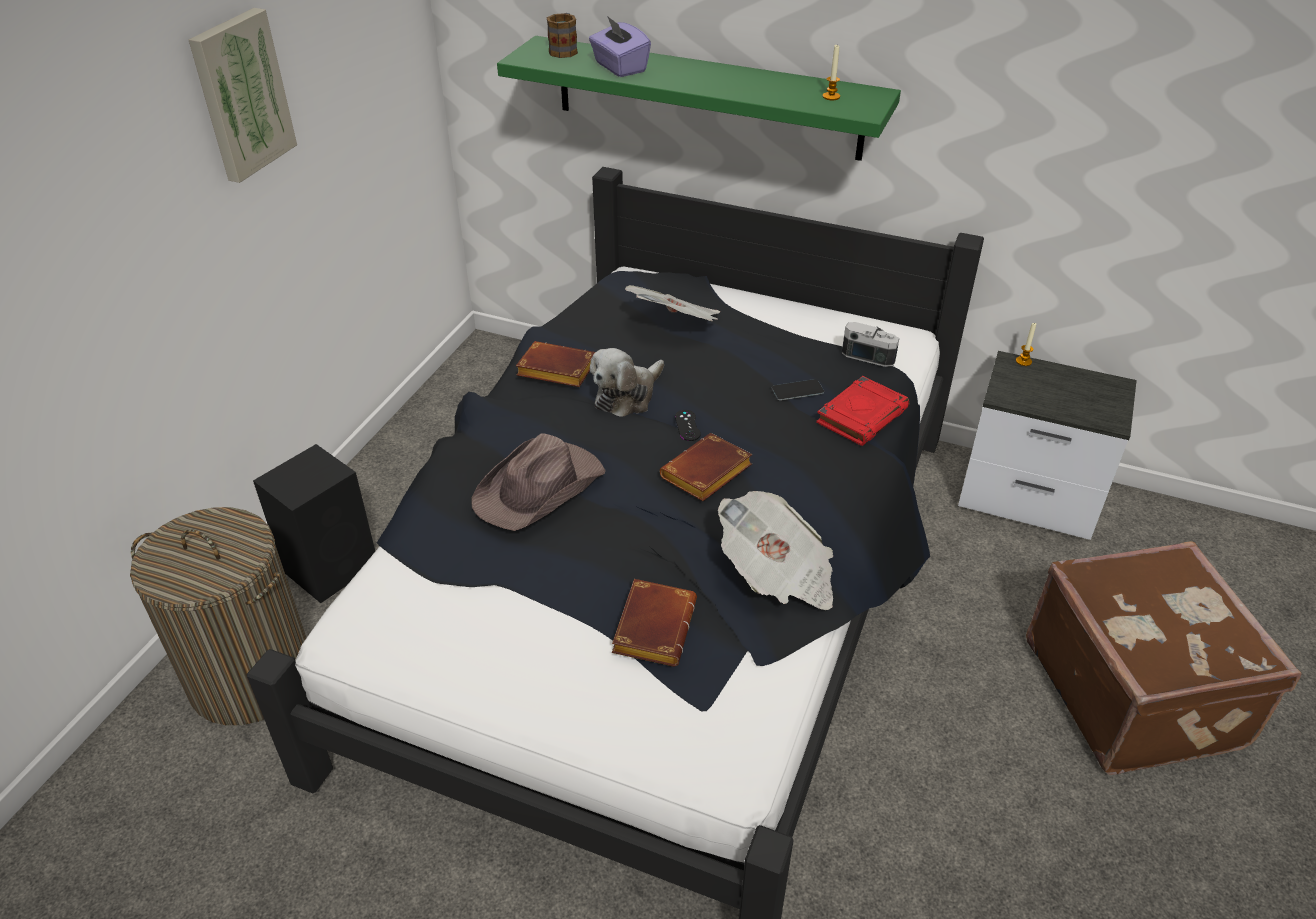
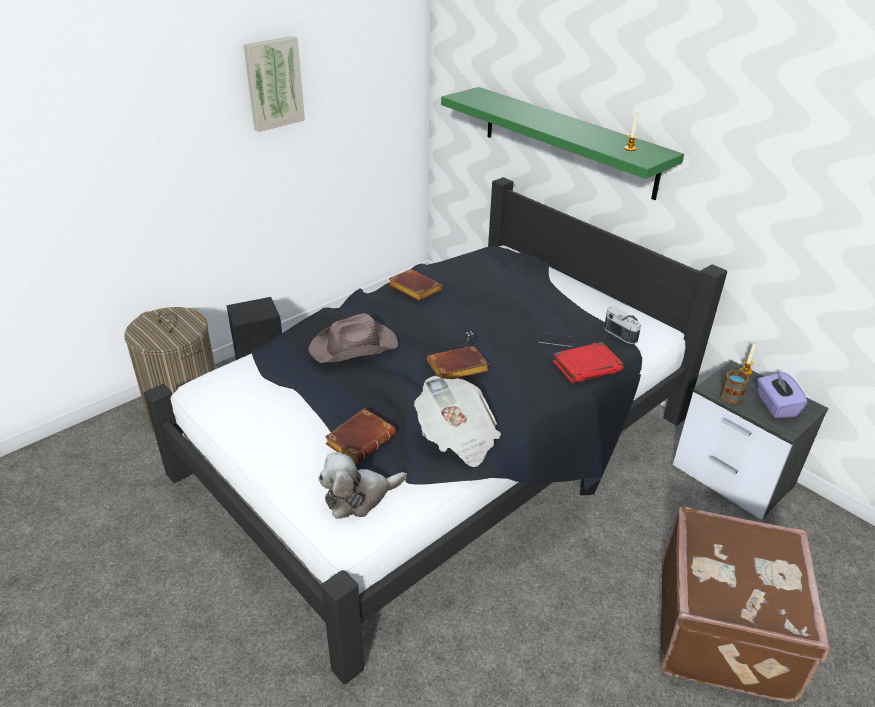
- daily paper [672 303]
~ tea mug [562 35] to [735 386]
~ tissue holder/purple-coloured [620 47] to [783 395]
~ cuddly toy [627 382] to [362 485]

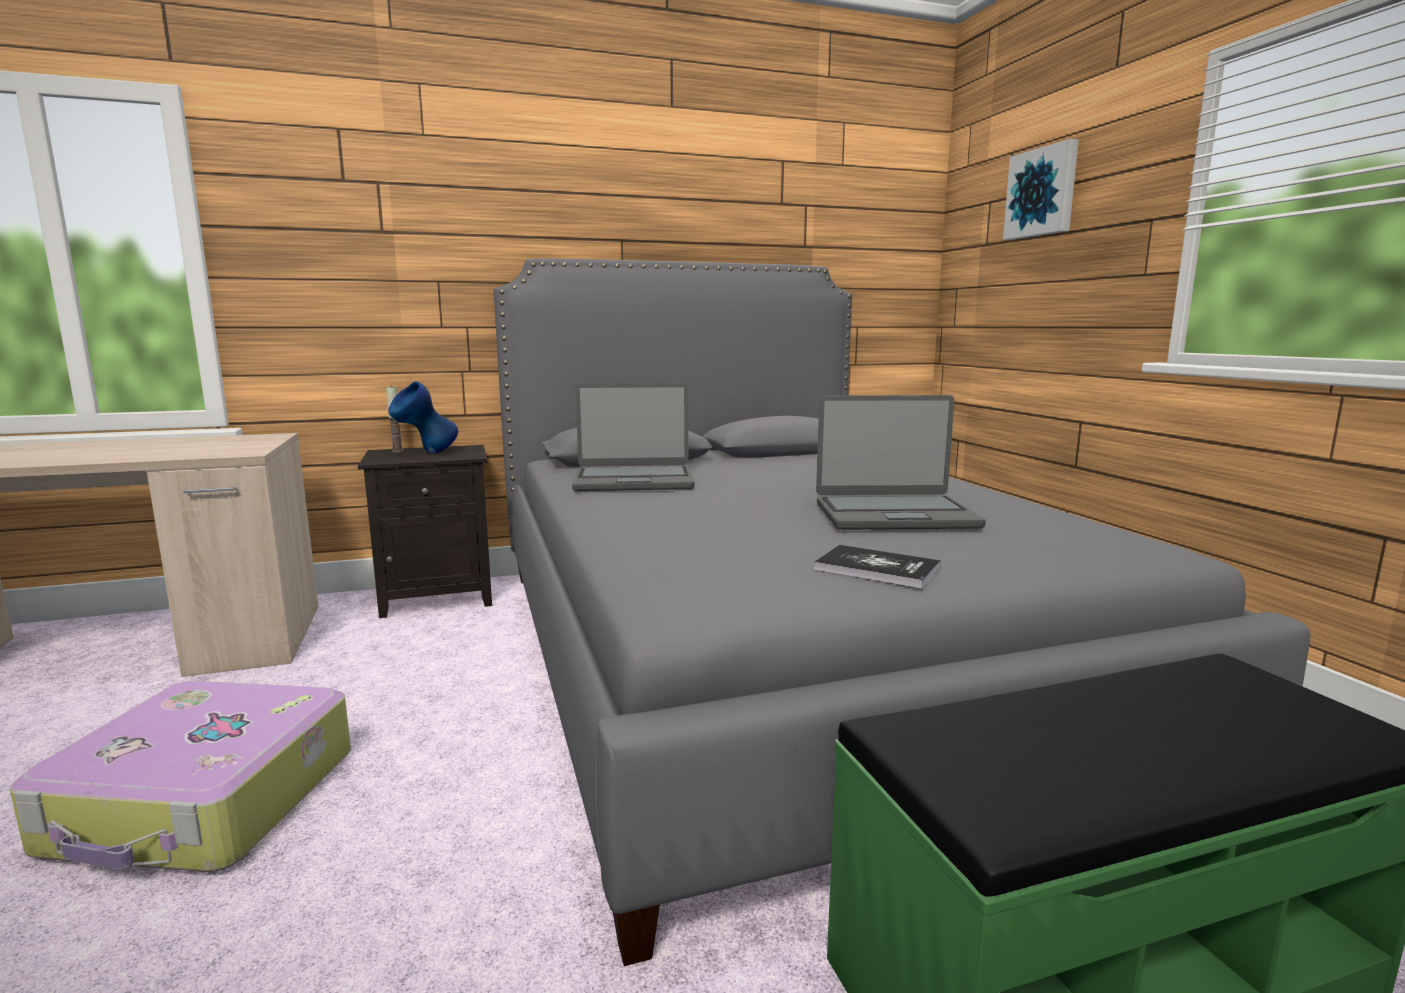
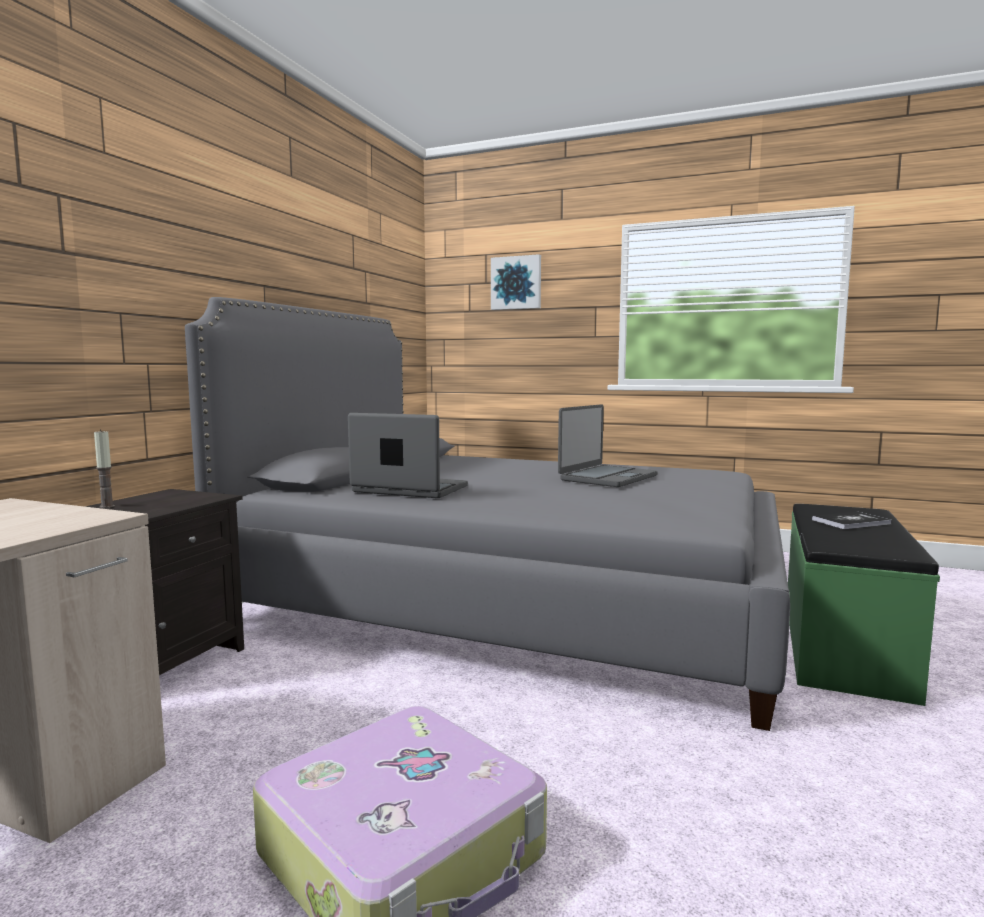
- decorative vase/blue-coloured [423 417]
~ bound book [877 567] to [852 520]
~ notebook computer [633 437] = [408 455] 105 degrees counterclockwise

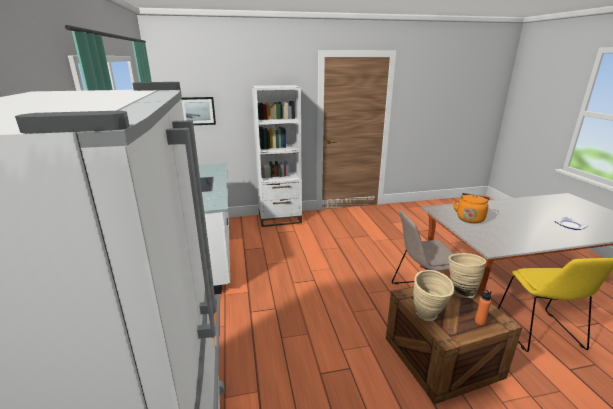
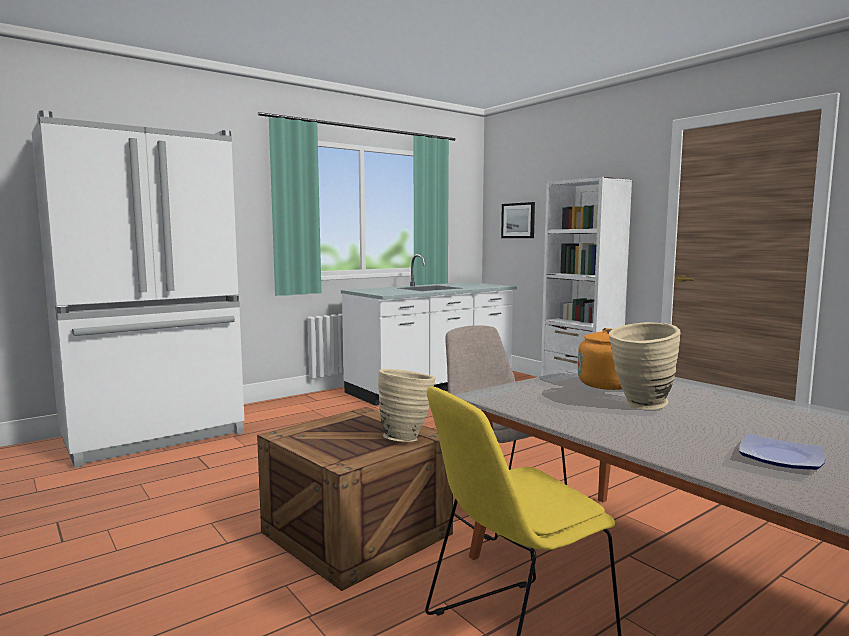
- drink bottle/orange-coloured [483 307]
~ decorative vase/beige [433 295] to [645 366]

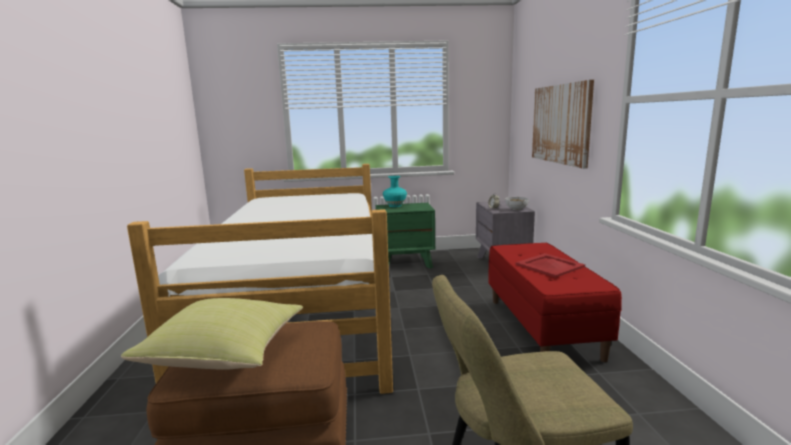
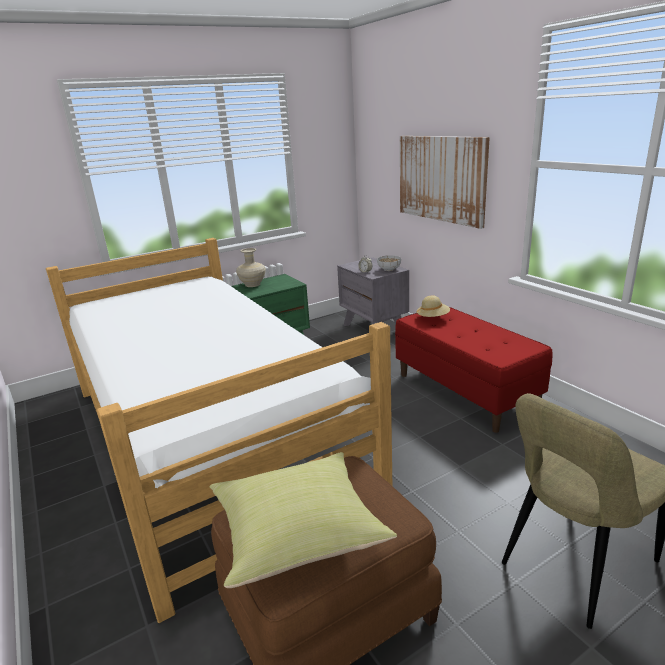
- serving tray/reddish [550 265]
+ wearable hat/beige [433 306]
~ decorative vase/blue-green [395 191] to decorative vase/beige [251 267]

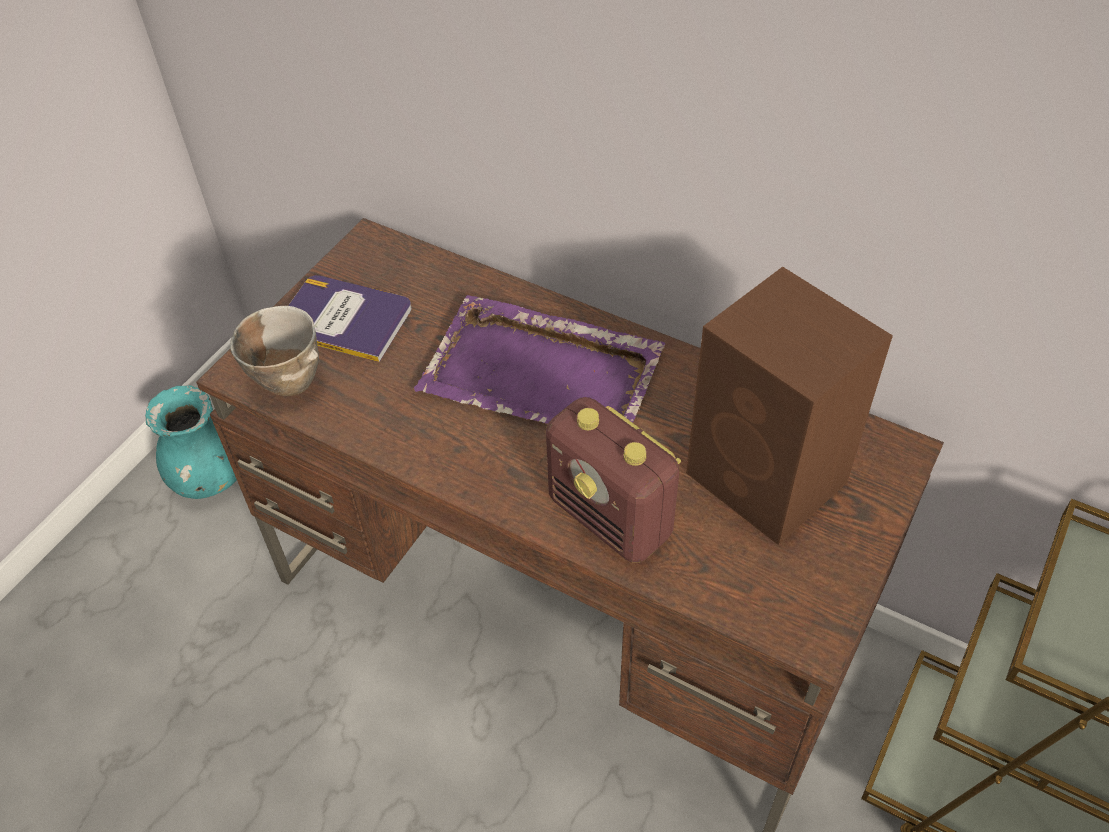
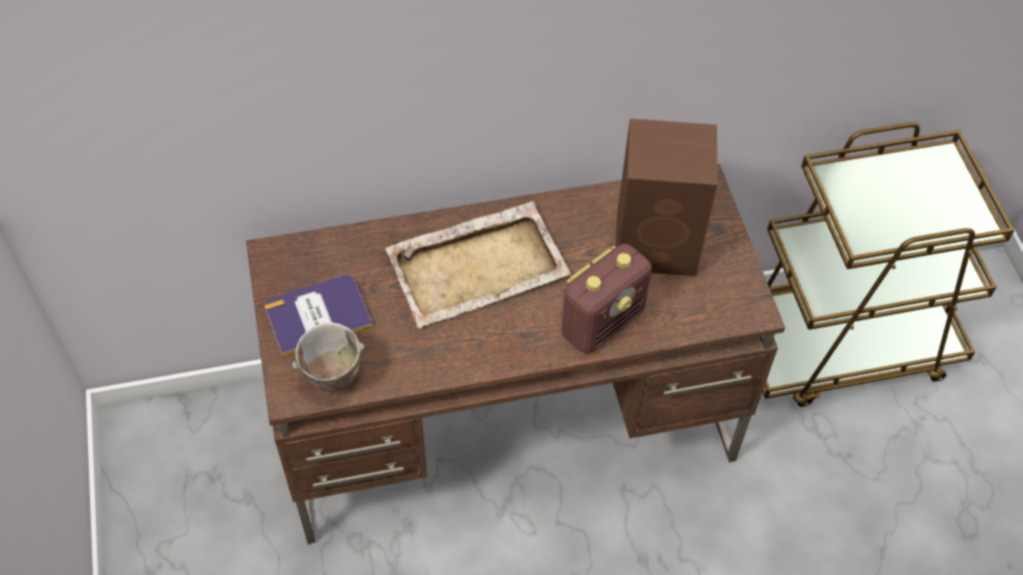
- decorative vase/blue-green [191 442]
~ serving tray/purple-coloured [539 359] to serving tray/beige [478 264]
~ radio set [613 480] = [606 299] 45 degrees counterclockwise

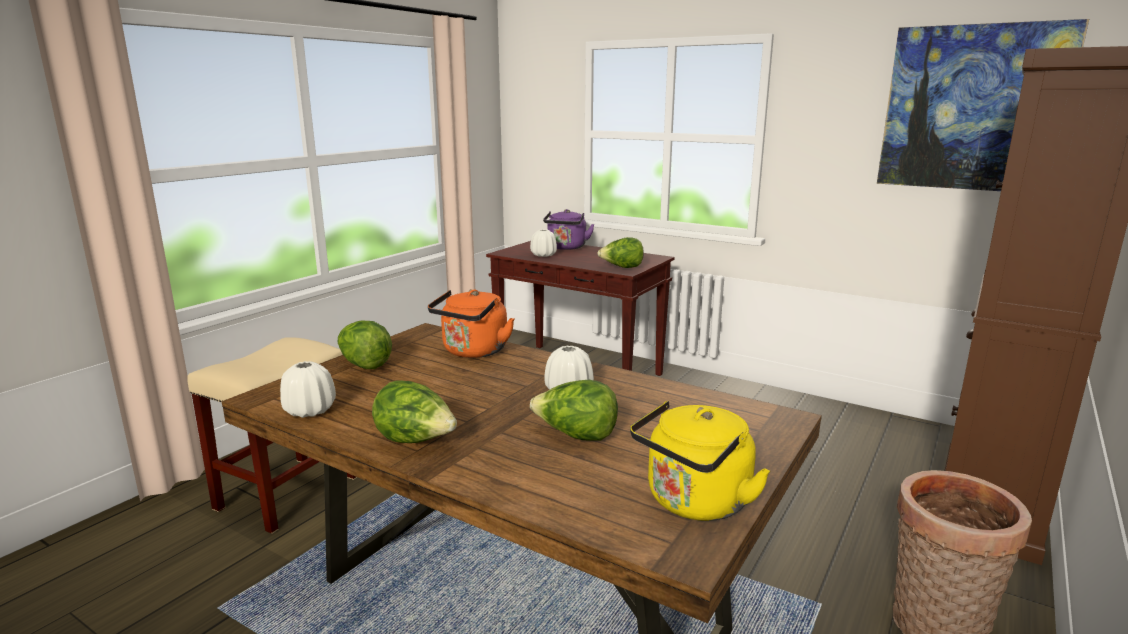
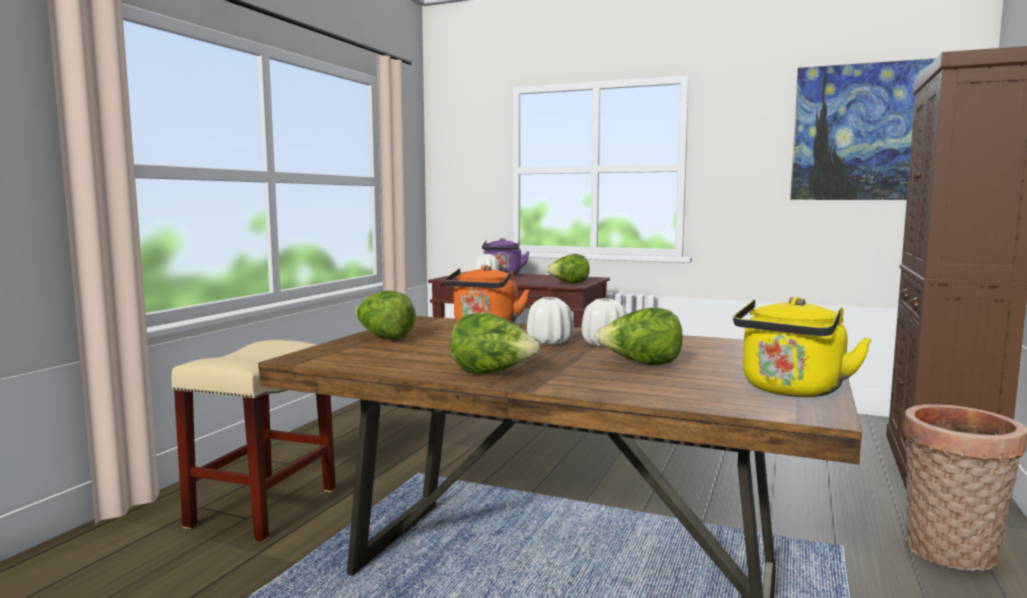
~ decorative vase/white-coloured [308 389] to [550 321]

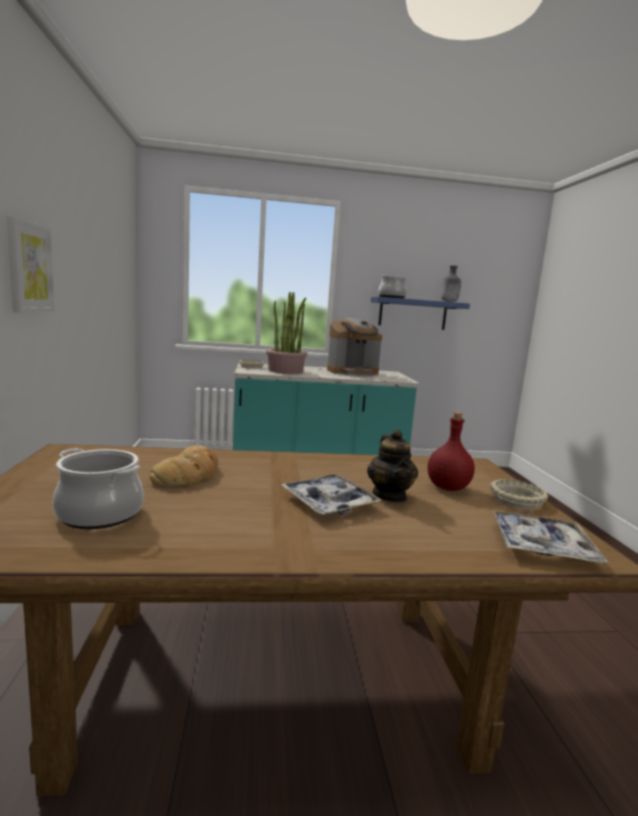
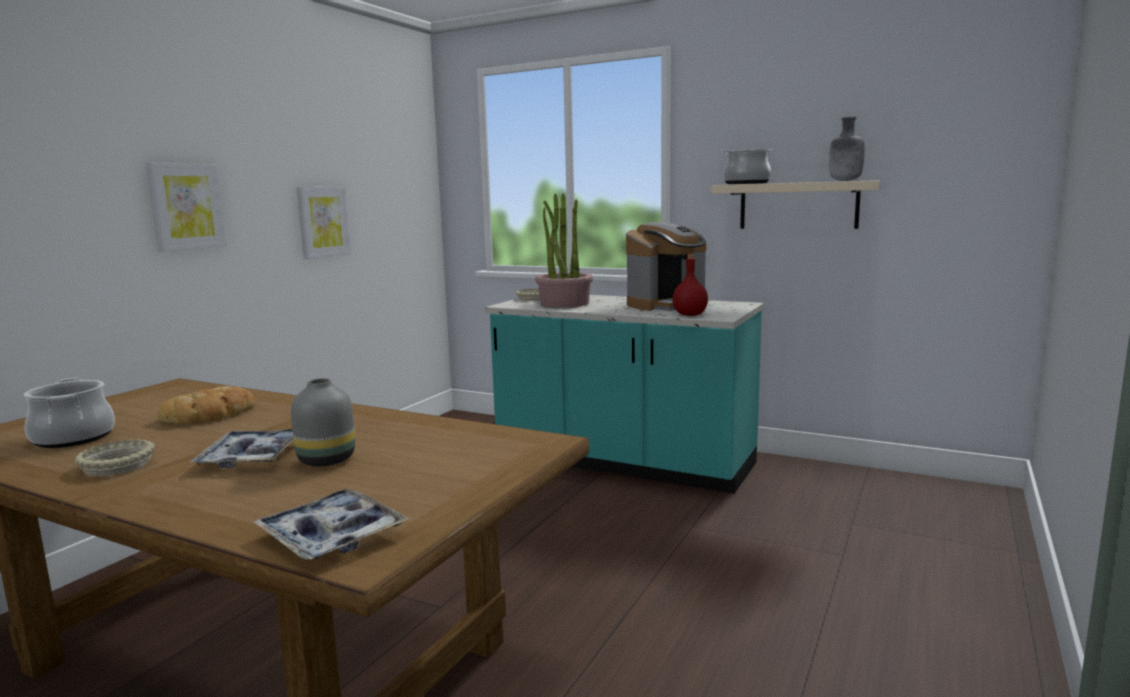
+ wall art [324 223]
~ drink bottle/reddish [451 451] to [690 285]
~ bowl/beige [519 494] to [115 457]
~ pot for tea [392 465] to decorative vase/greyish [323 422]
~ wall shelf/blue-coloured [420 313] to wall shelf/beige [795 204]
~ coffee maker [354 347] = [666 266] 45 degrees counterclockwise

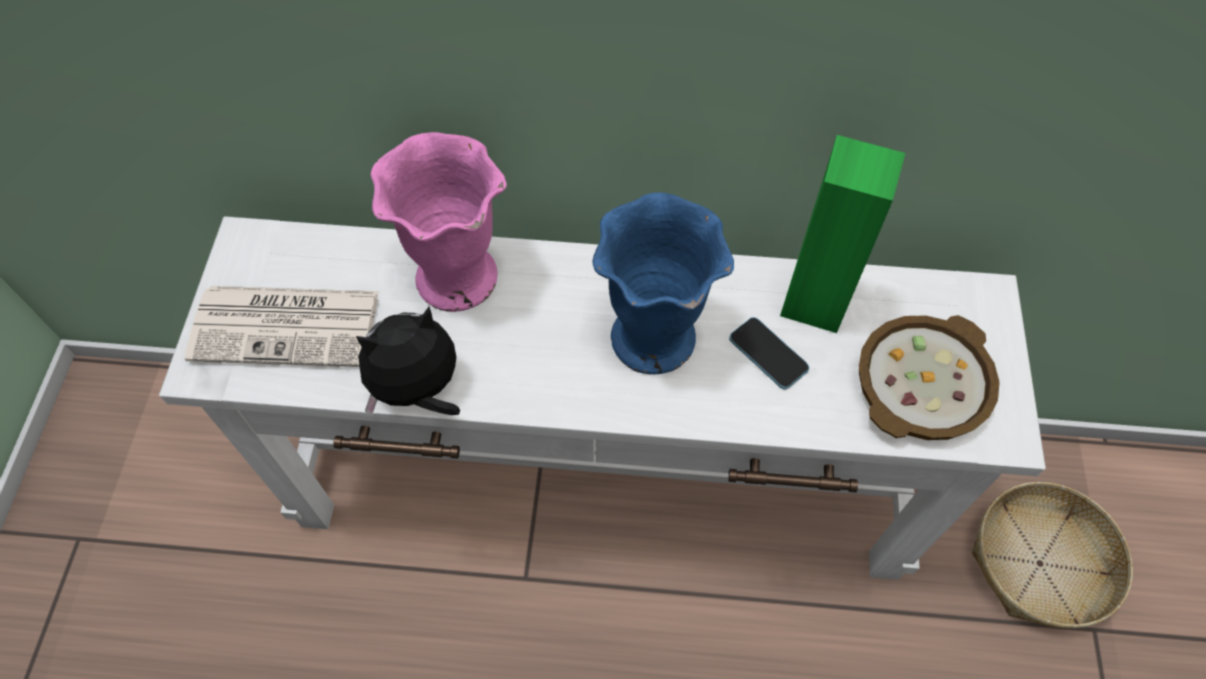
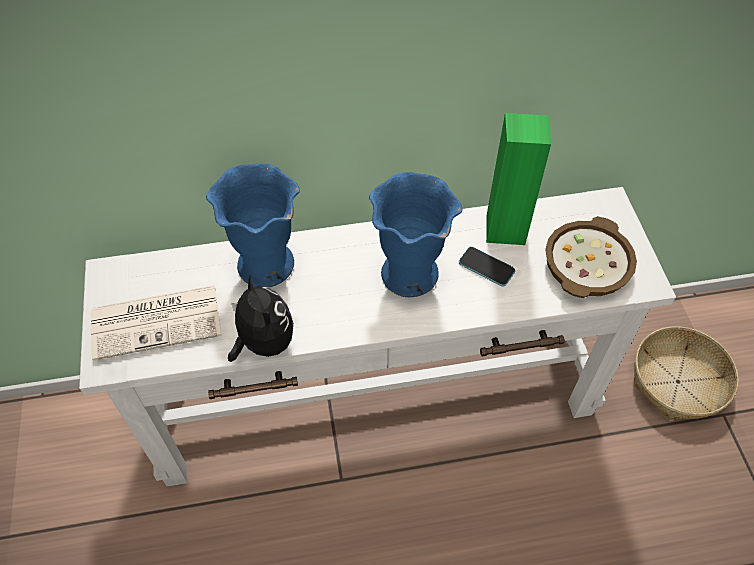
~ decorative vase/pinkish [439 222] to decorative vase/blue-coloured [253 225]
~ cuddly toy [408 362] = [261 318] 105 degrees clockwise

